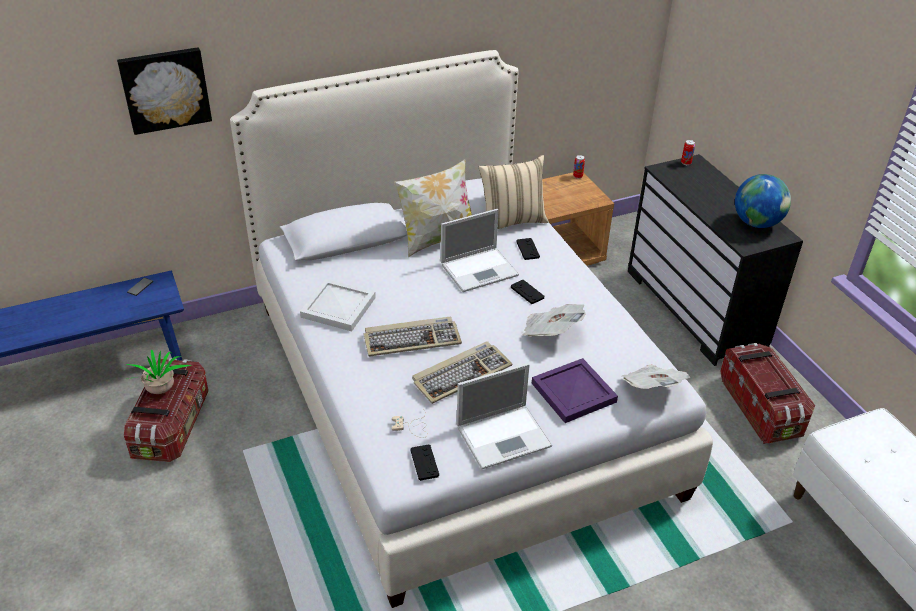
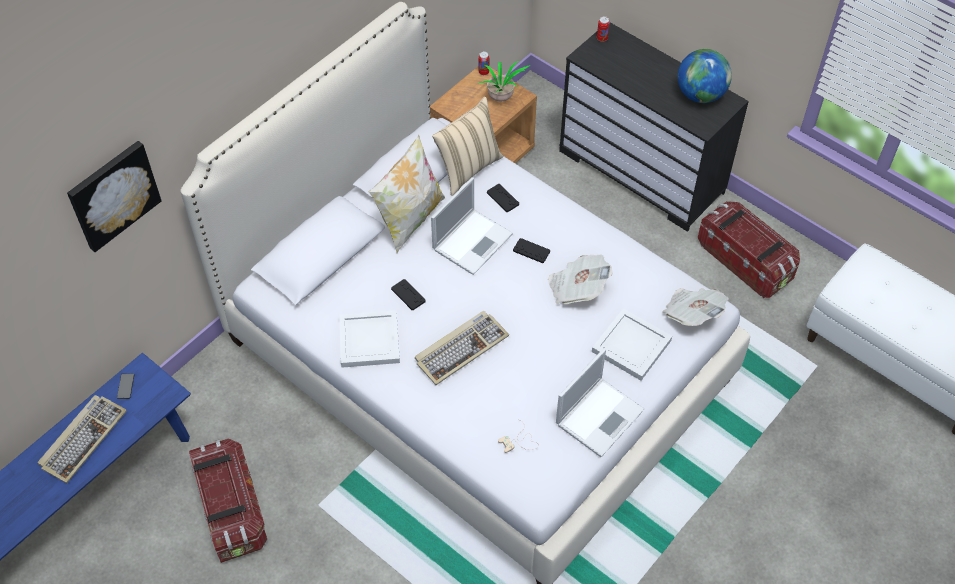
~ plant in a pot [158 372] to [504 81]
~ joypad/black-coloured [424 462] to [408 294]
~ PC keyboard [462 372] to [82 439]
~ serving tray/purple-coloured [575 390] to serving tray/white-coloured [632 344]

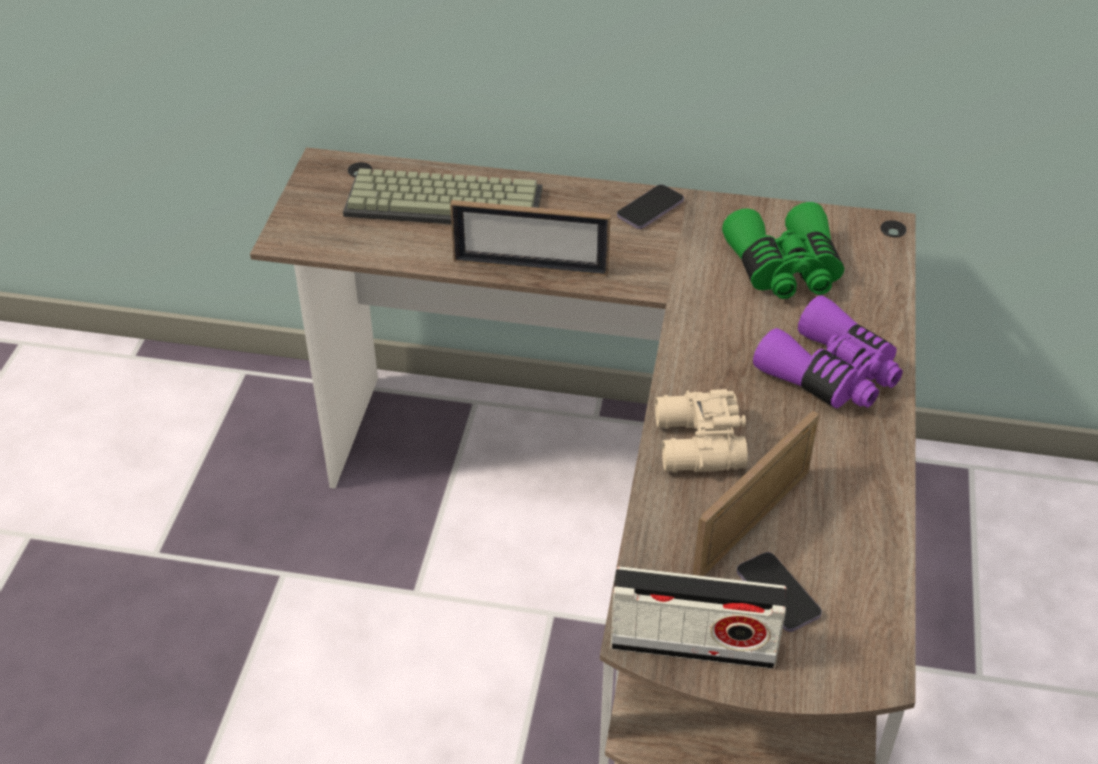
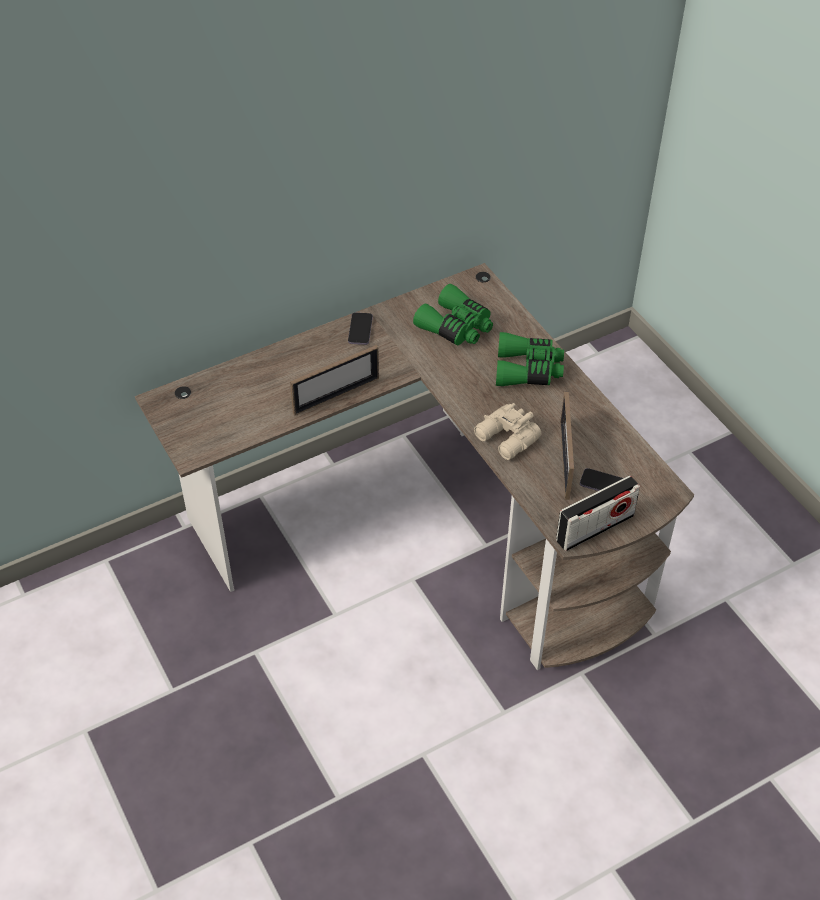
- PC keyboard [442 196]
~ binoculars/purple-coloured [828 351] to binoculars/green [530 359]

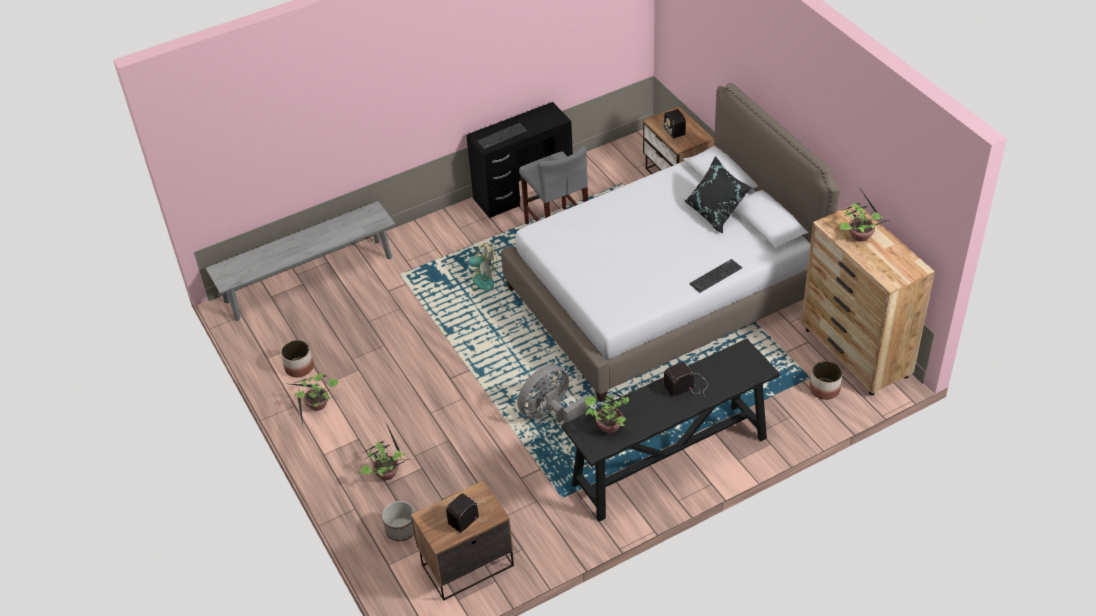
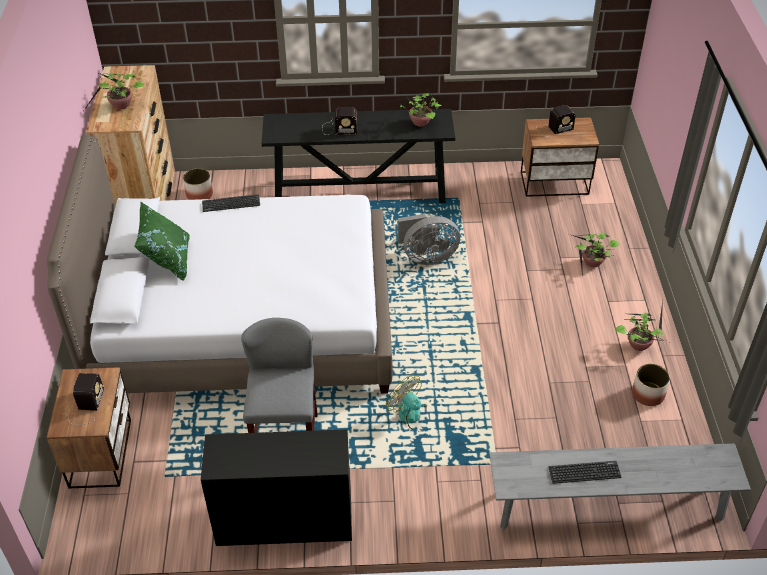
- plant pot [398 521]
~ PC keyboard [502 136] to [585 472]
~ cushion/black-coloured [718 195] to cushion/green [162 241]

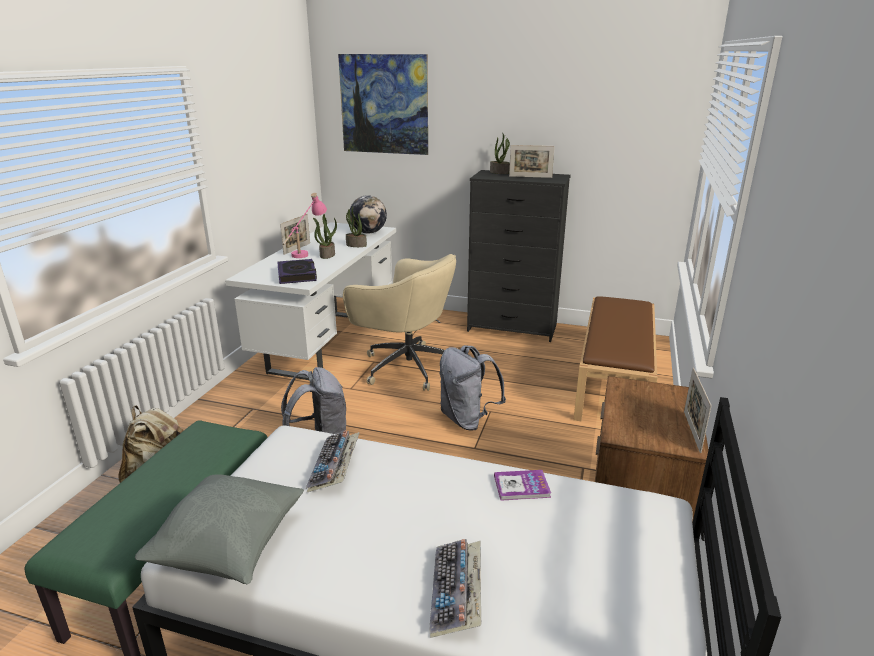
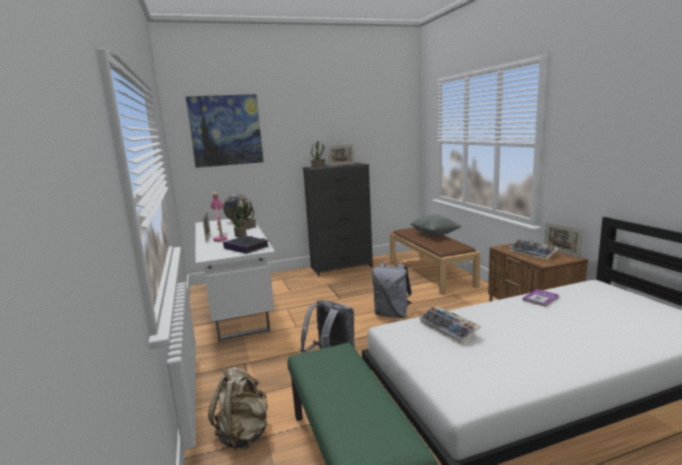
- office chair/beige [399 322]
~ cushion/greyish [219 529] to [435 225]
~ PC keyboard [455 588] to [534 249]

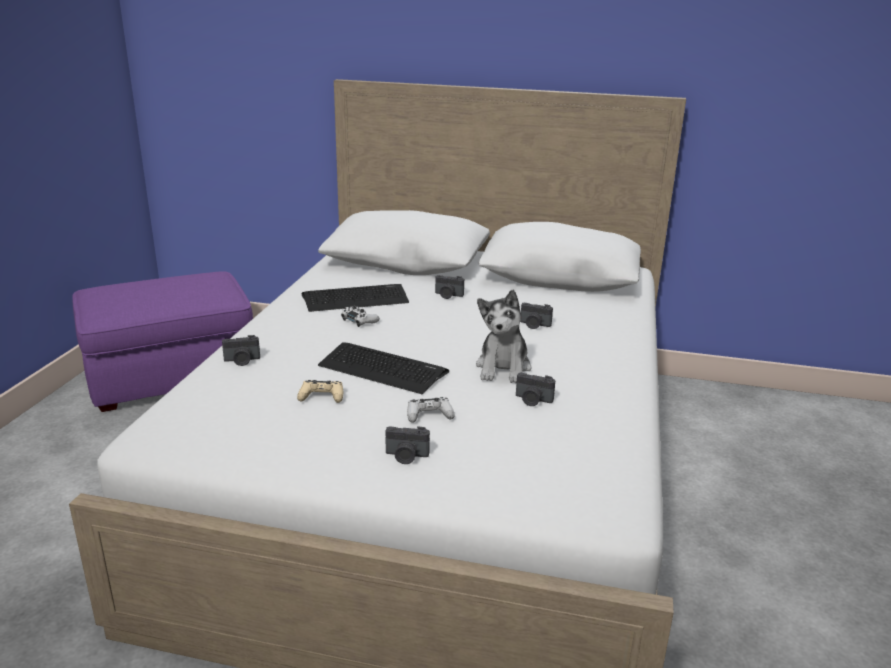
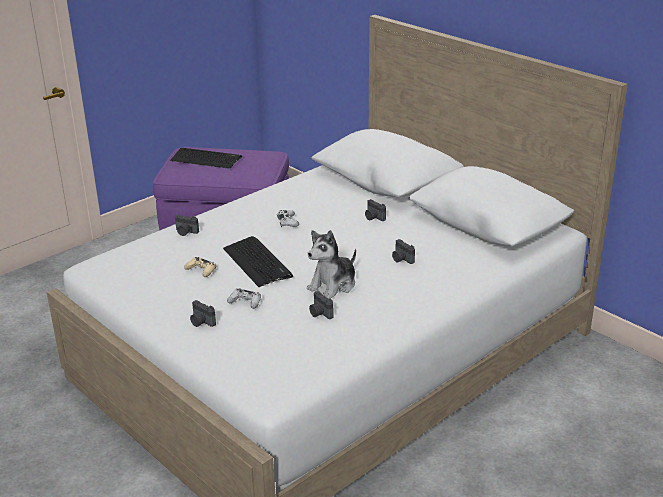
~ PC keyboard [355 298] to [206 158]

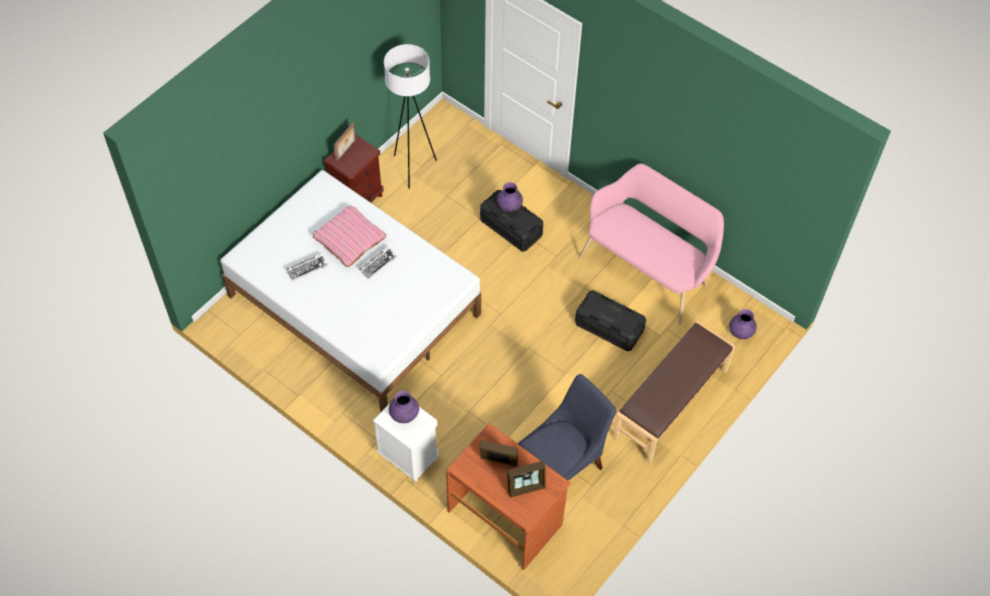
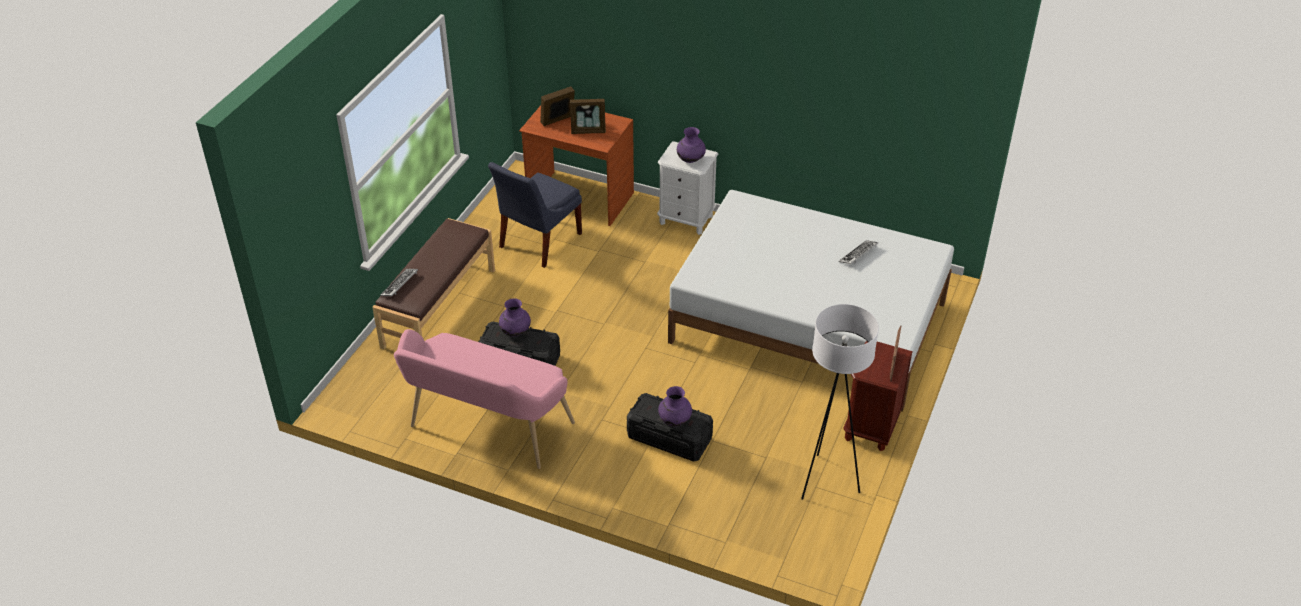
- cushion/pinkish [349 236]
~ PC keyboard [378 263] to [399 282]
~ decorative vase/purple-coloured [743 324] to [515 317]

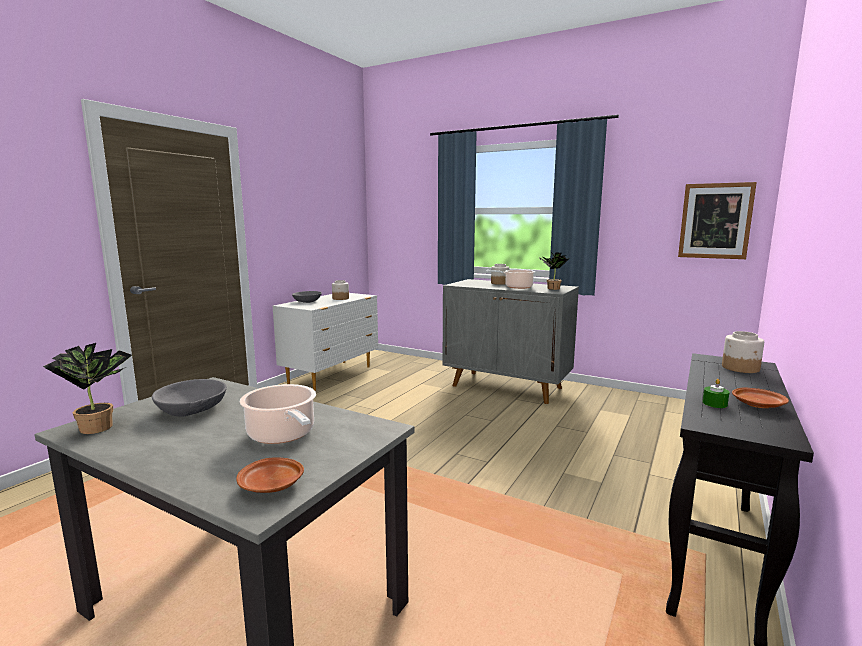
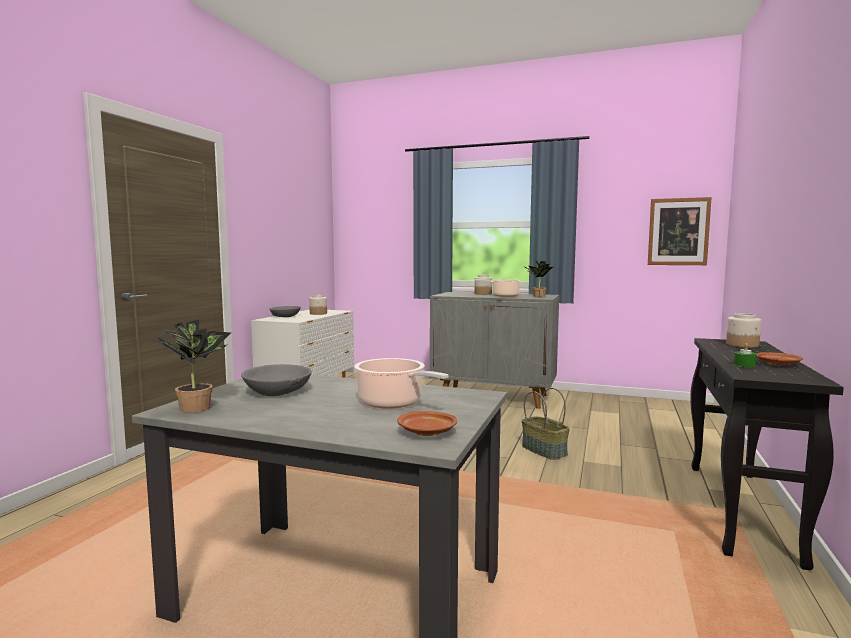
+ storage basket [546 424]

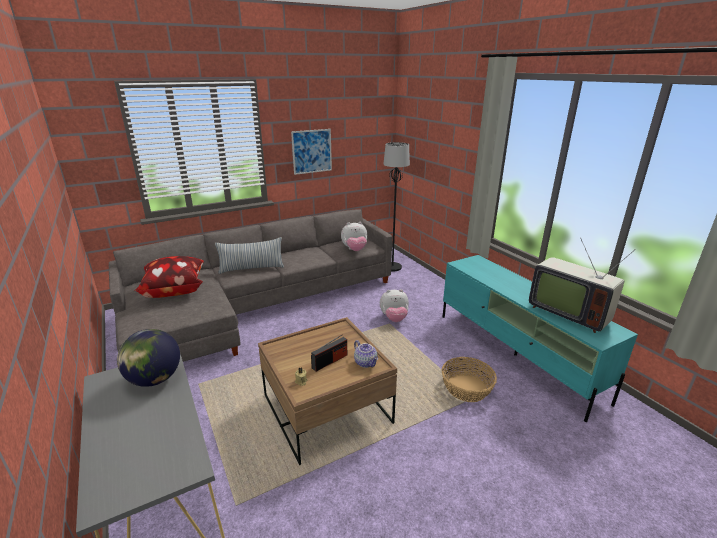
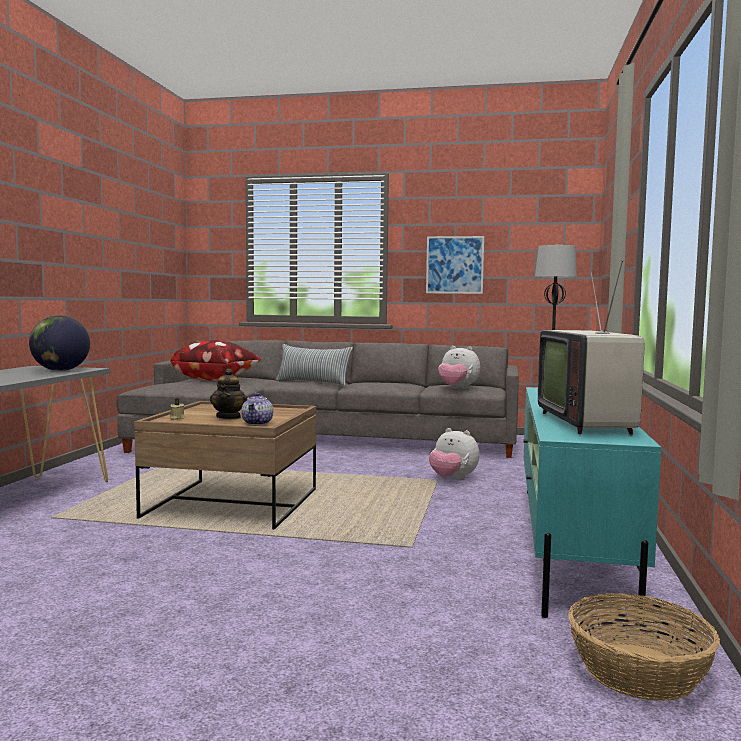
~ storage basket [469 379] to [644 647]
~ radio set [329 353] to pot for tea [228 393]

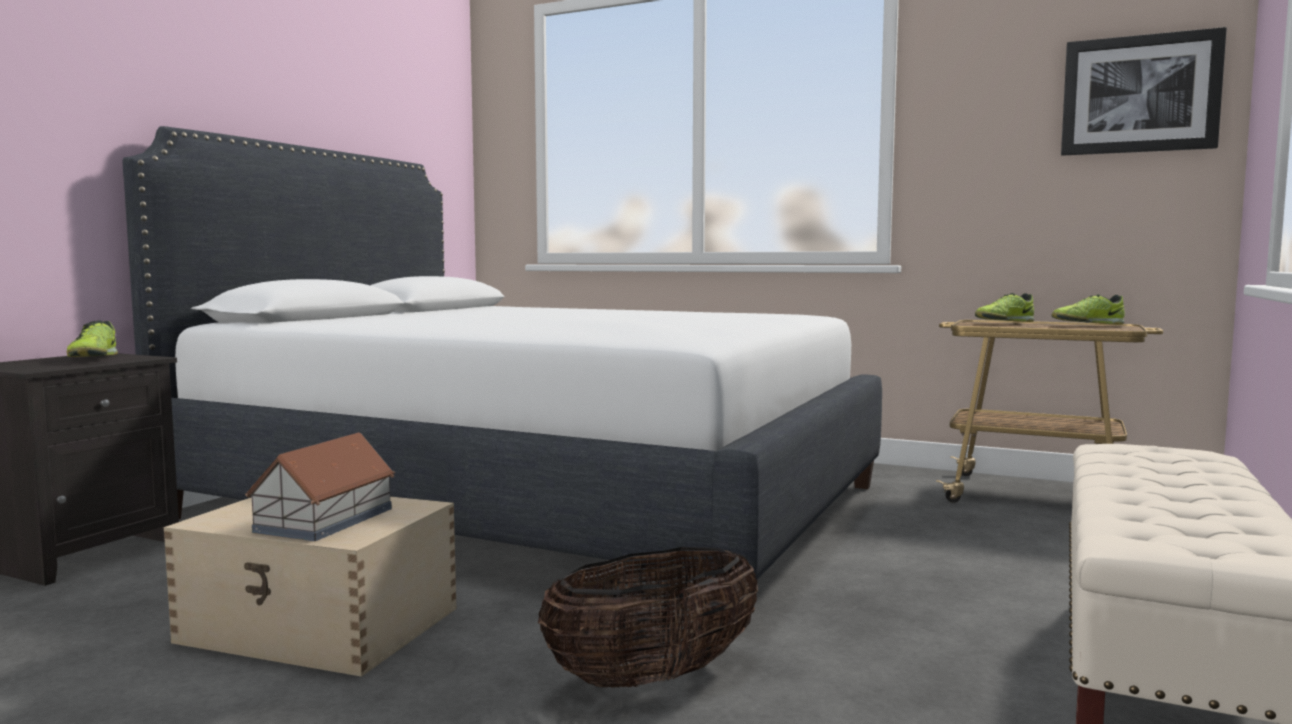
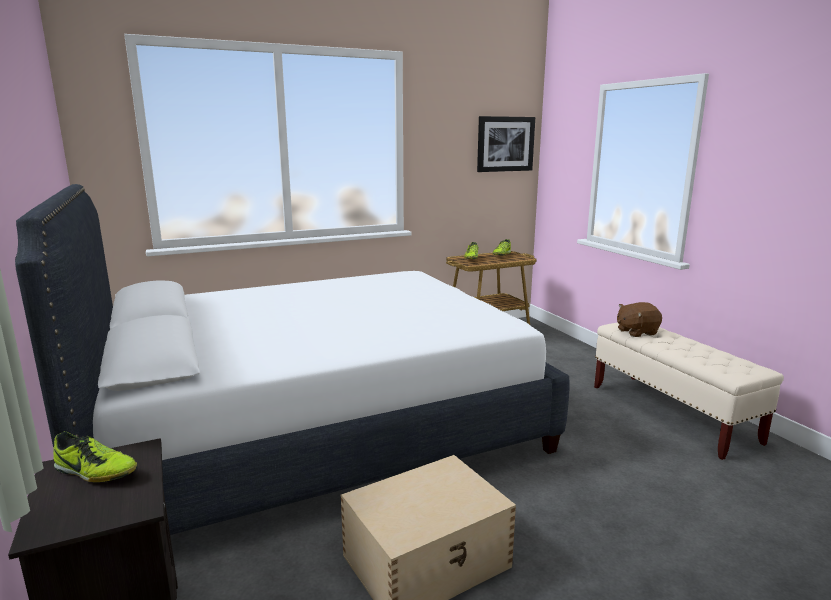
- miniature house [320 486]
- storage basket [648 617]
+ cuddly toy/brown [639 319]

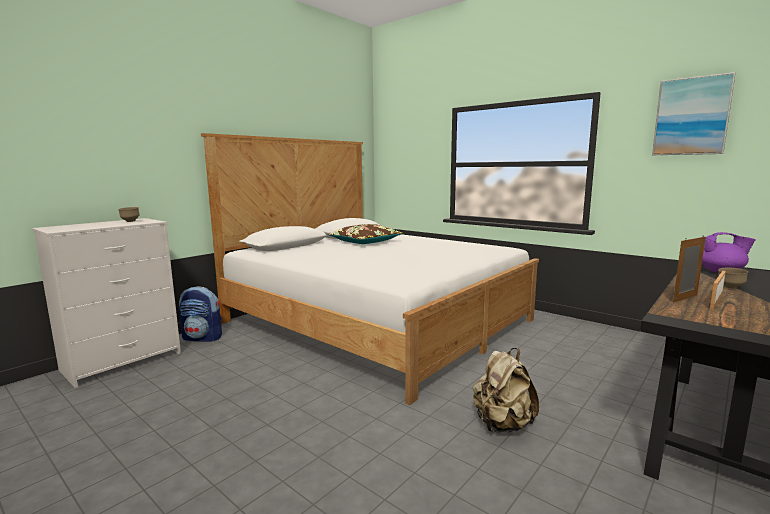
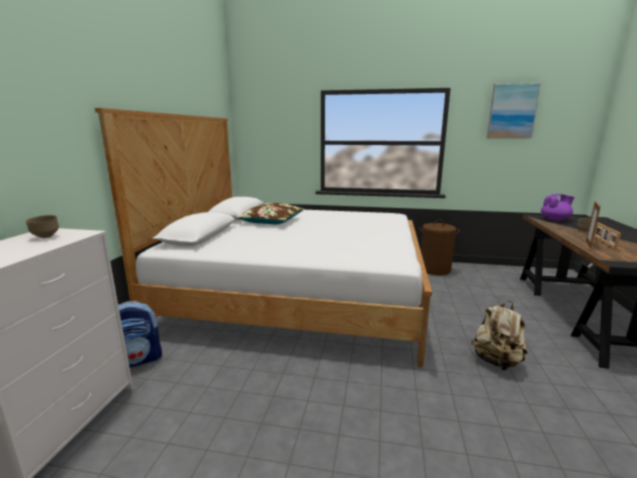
+ laundry basket/brown [439 247]

